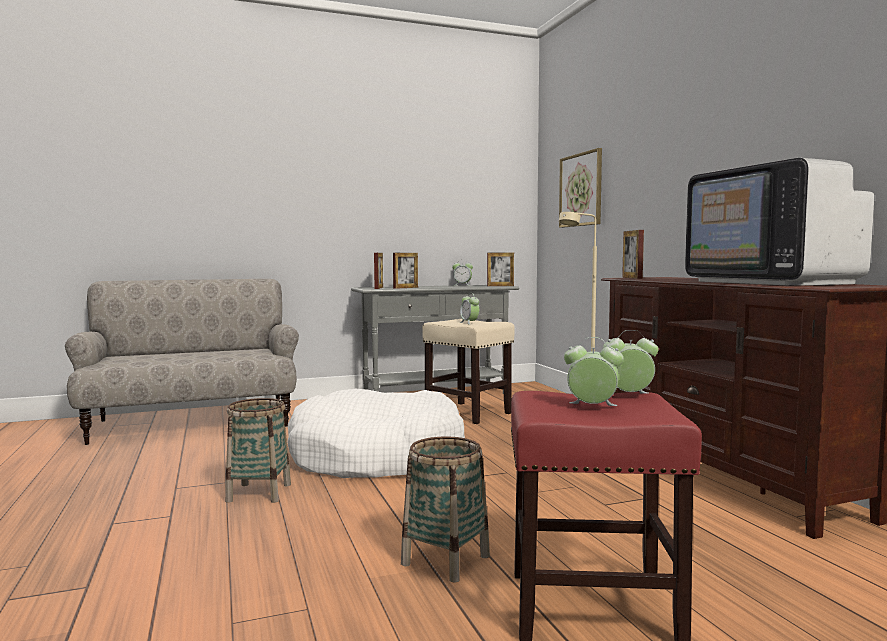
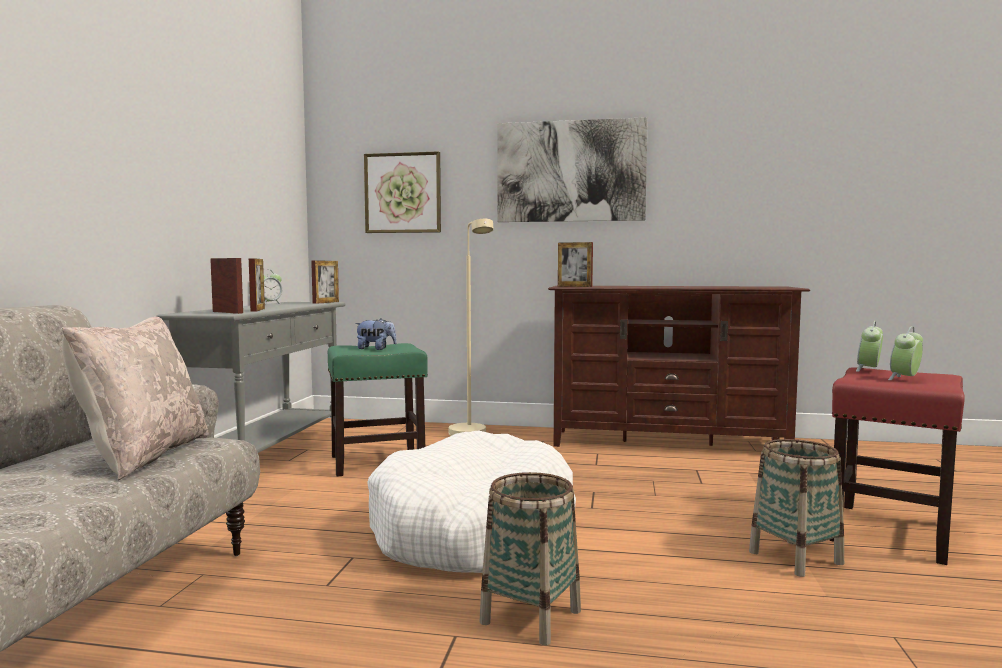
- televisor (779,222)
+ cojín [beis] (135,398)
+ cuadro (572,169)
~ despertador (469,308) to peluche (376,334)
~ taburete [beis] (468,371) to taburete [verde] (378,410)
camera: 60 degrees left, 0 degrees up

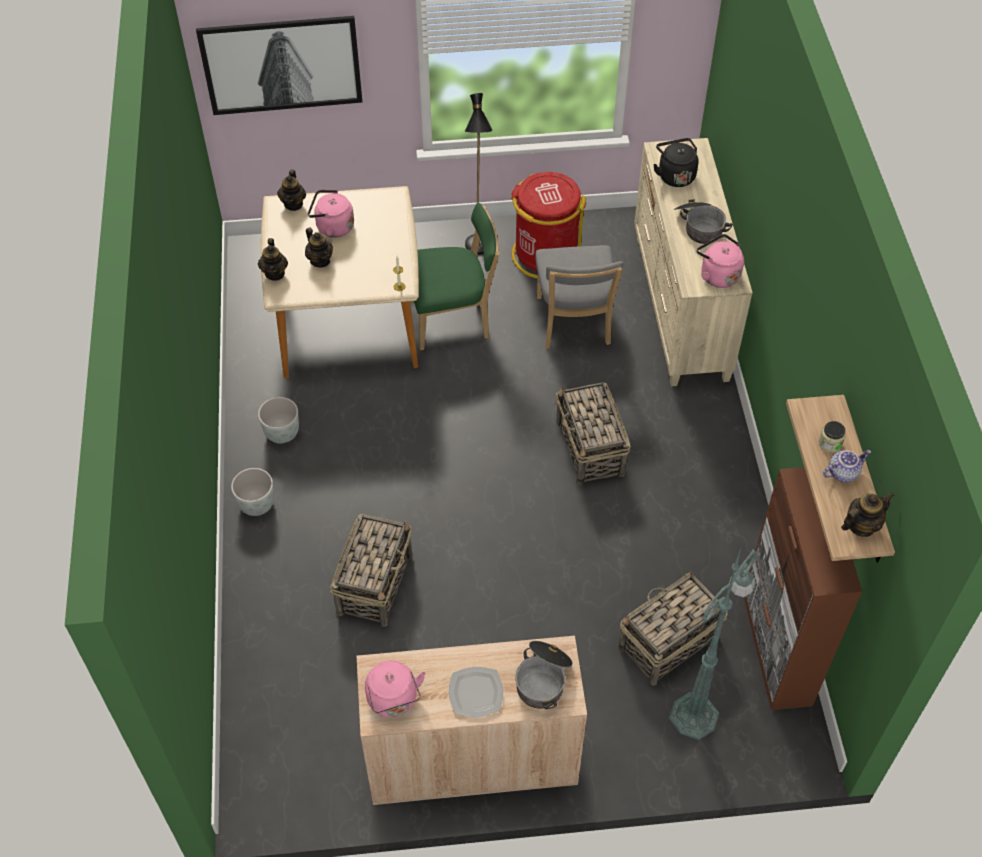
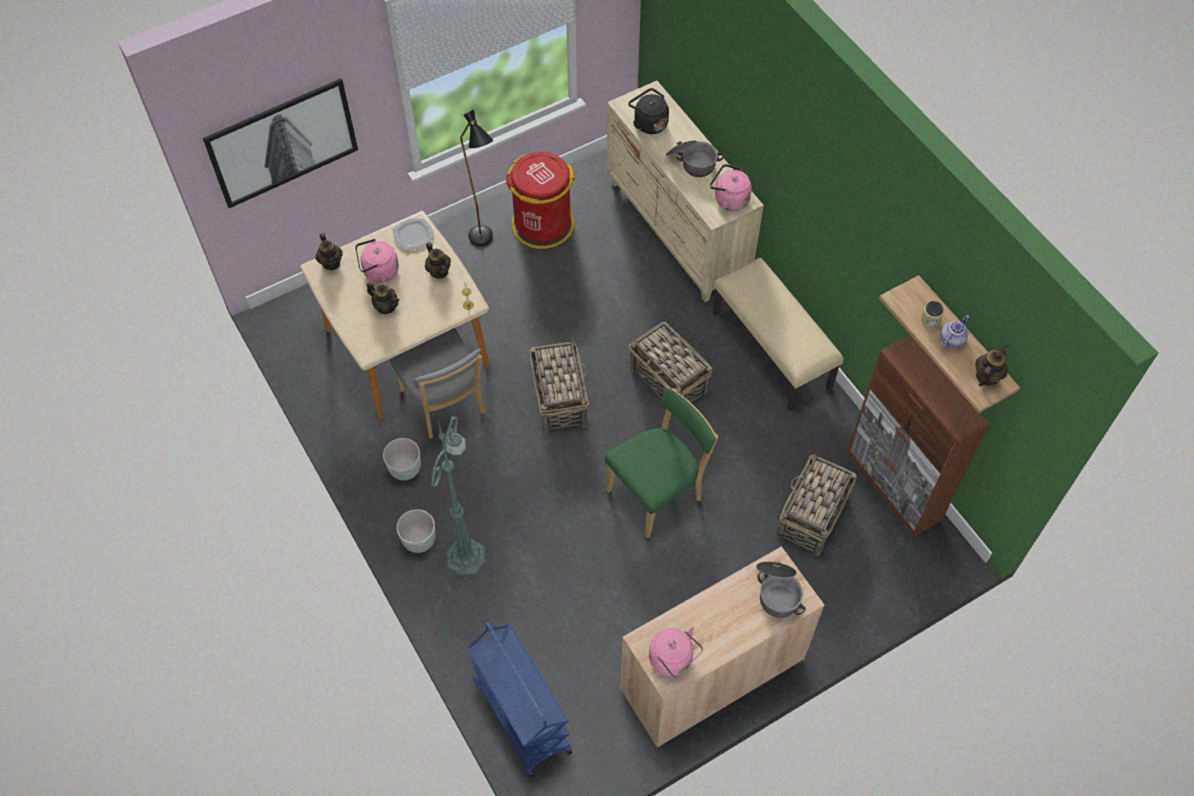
+ carrito [azul] (520,699)
+ banco [beis] (778,334)
~ tetera (273,259) to (438,260)
~ cesta (371,570) to (560,386)
~ silla [verde] (455,276) to (661,463)
~ plato (476,692) to (413,234)
~ silla [gris] (579,297) to (437,383)
~ lámpara de pie [verde] (713,644) to (458,496)
camera: 25 degrees left, 5 degrees up

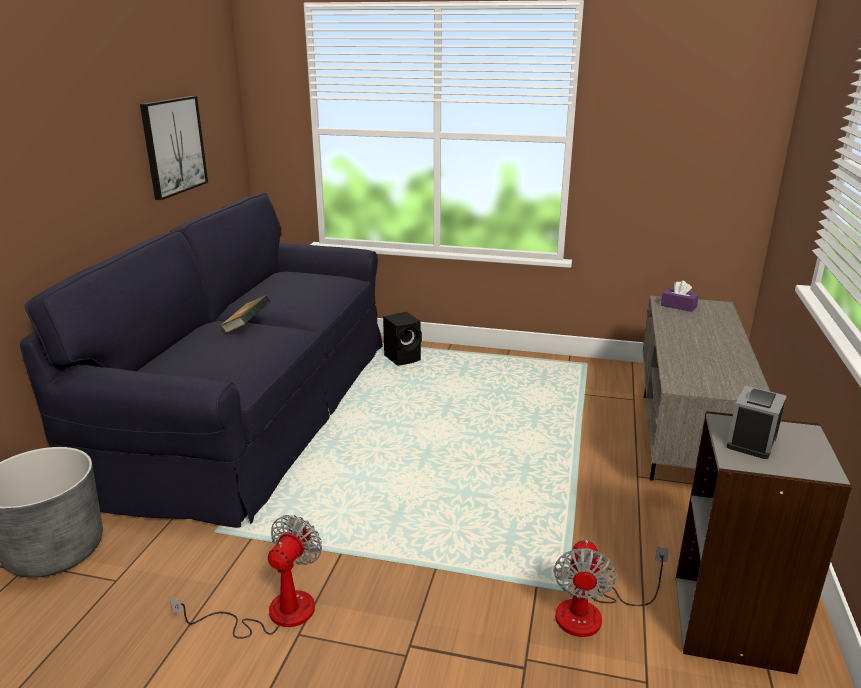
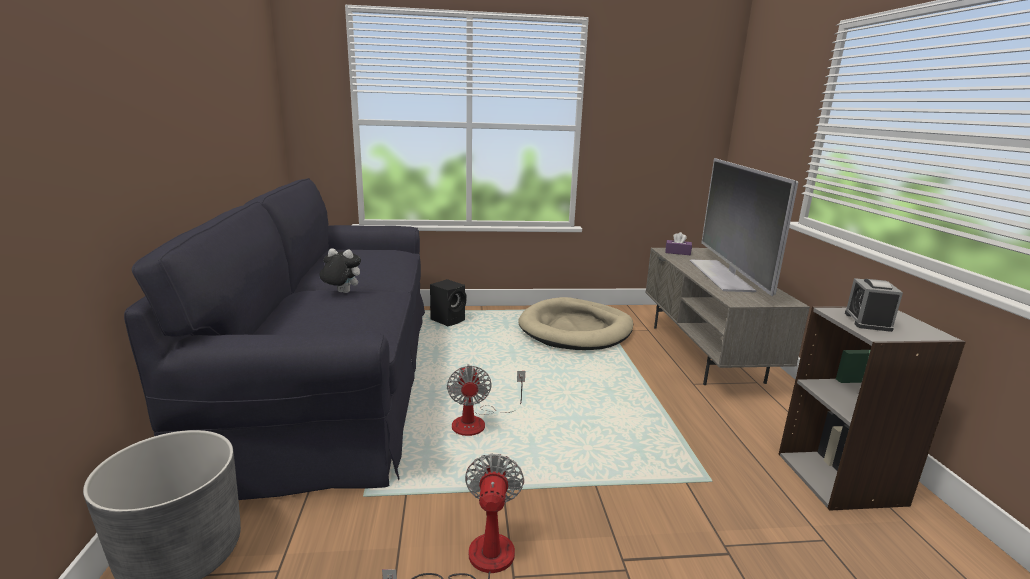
- cuadro (174,148)
+ cama para perro [beis] (575,323)
+ televisor (744,227)
~ ventilador (611,588) to (486,400)
~ libro (245,314) to peluche (340,270)
camera: 20 degrees left, 5 degrees down

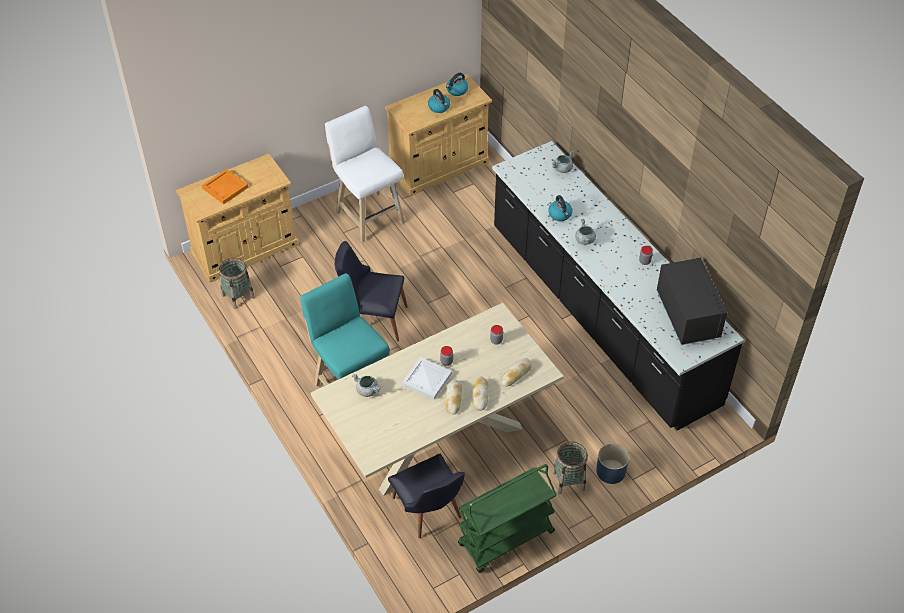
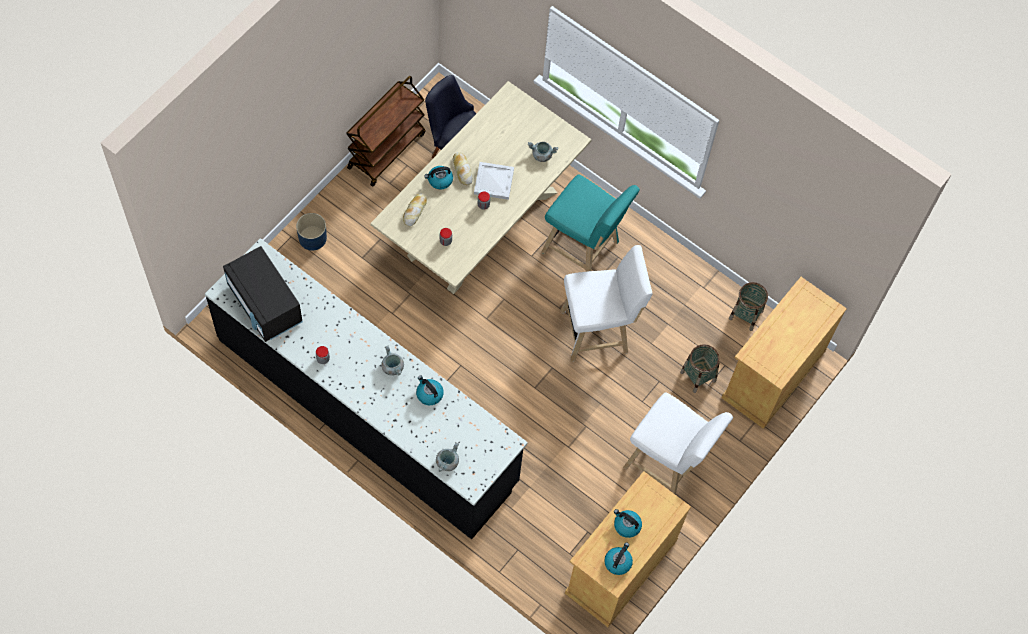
- bandeja [naranja] (225,186)
~ cesta (570,468) to (700,368)
~ silla [negro] (371,291) to taburete [blanco] (606,303)
~ pan (480,394) to hervidor (438,178)
~ carrito [verde] (507,518) to carrito [marrón] (386,131)
camera: 155 degrees right, 15 degrees up

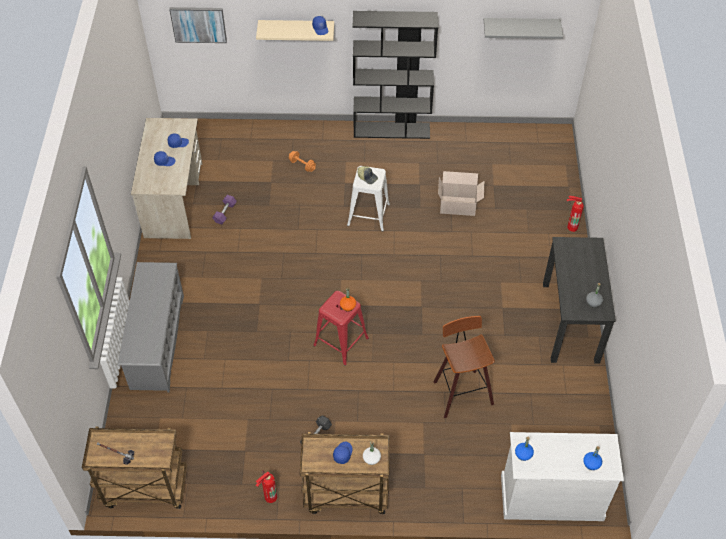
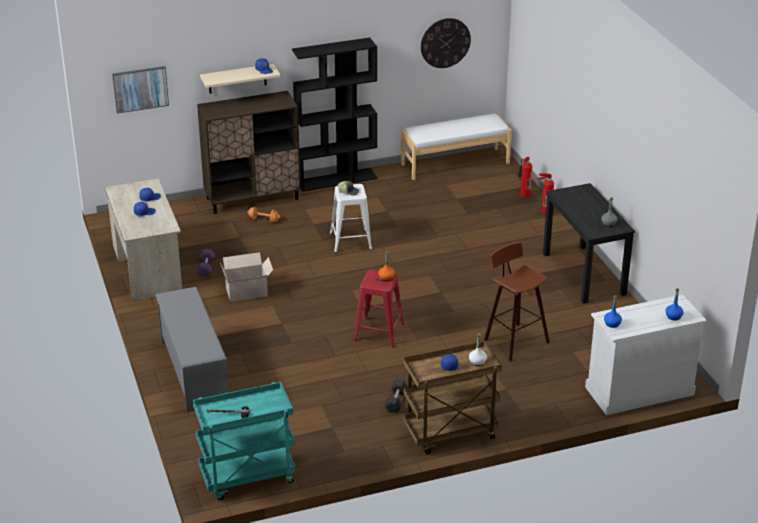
+ armario [marrón] (249,152)
+ banco [blanco] (456,147)
~ extintor (266,486) to (525,177)
~ caja de cartón (461,193) to (246,277)
~ estante [gris] (523,28) to reloj de pared (446,43)
~ carrito [marrón] (134,468) to carrito [turquesa] (244,441)
camera: 20 degrees left, 20 degrees down

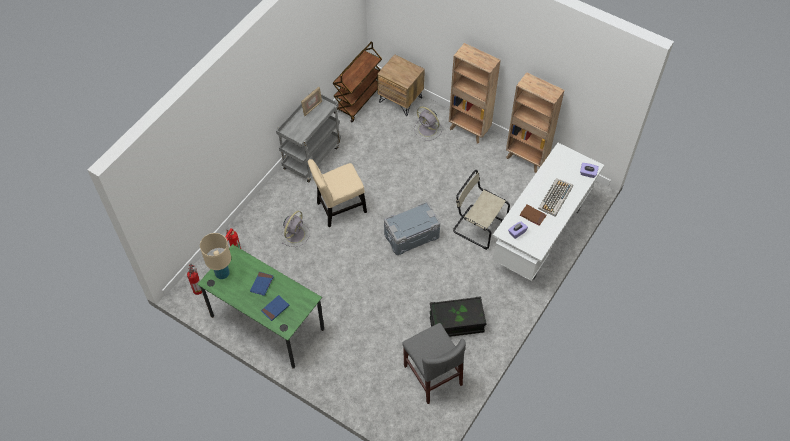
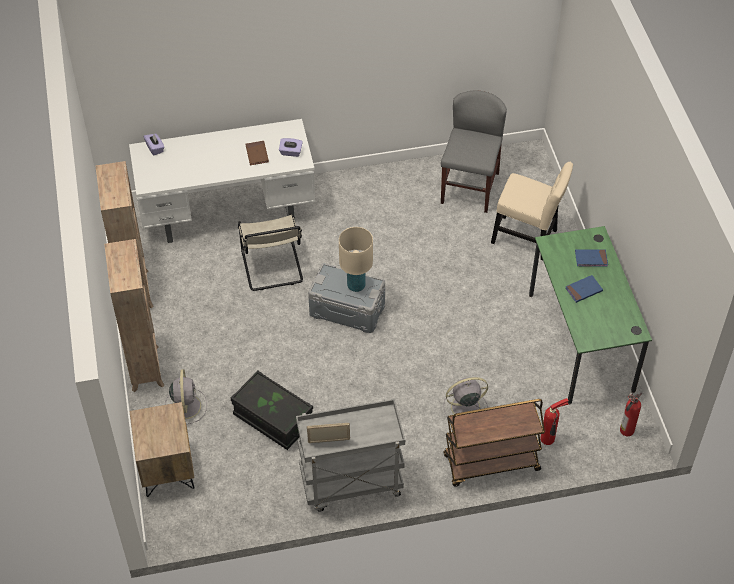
- teclado (555,197)
~ lámpara de mesa [beis] (215,256) to (356,259)
~ silla [beis] (337,193) to (532,211)
~ carrito [marrón] (357,82) to (494,443)
~ caja de almacenaje [negro] (458,316) to (272,410)
camera: 135 degrees left, 5 degrees down

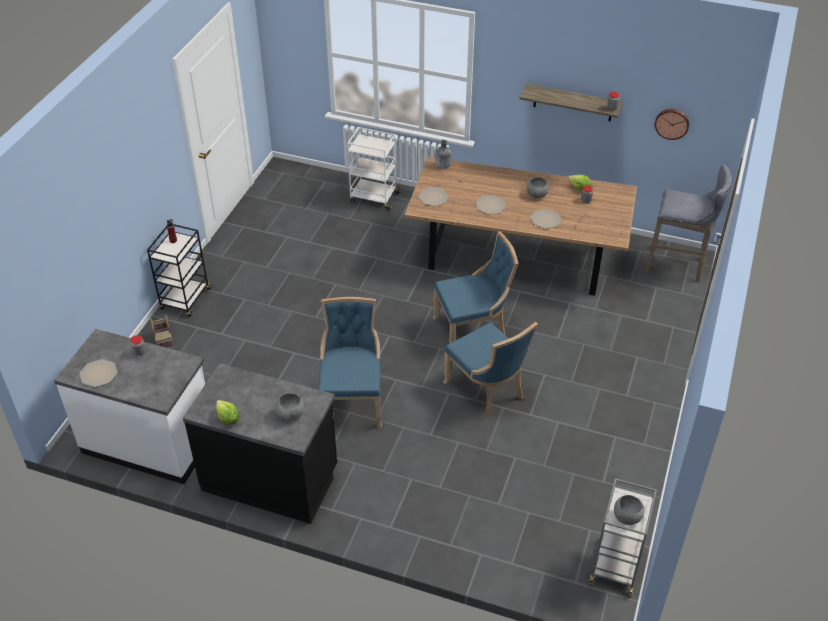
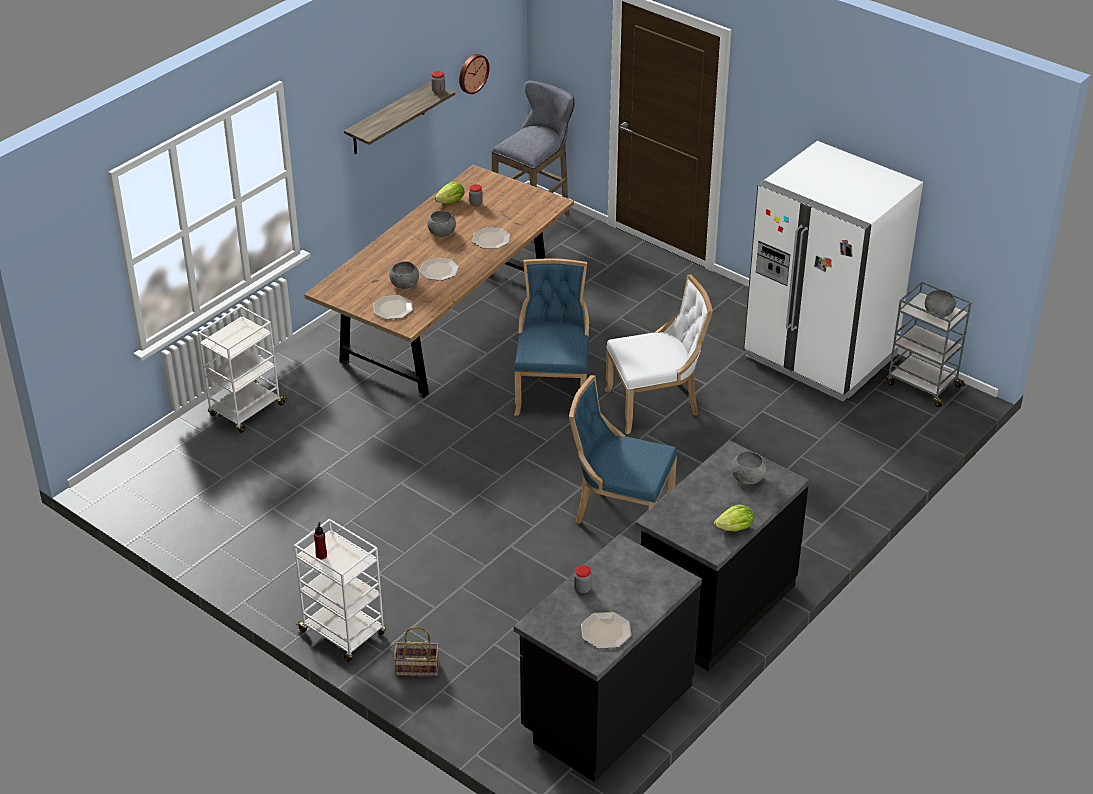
- botella [gris] (443,154)
+ cuenco [gris] (404,275)
+ nevera [blanco] (833,271)
~ mueble bajo de cocina [blanco] (129,406) to mueble bajo de cocina [negro] (608,658)
~ carrito [negro] (179,270) to carrito [blanco] (340,590)
~ silla [azul] (490,370) to silla [blanco] (659,354)
camera: 70 degrees left, 5 degrees down

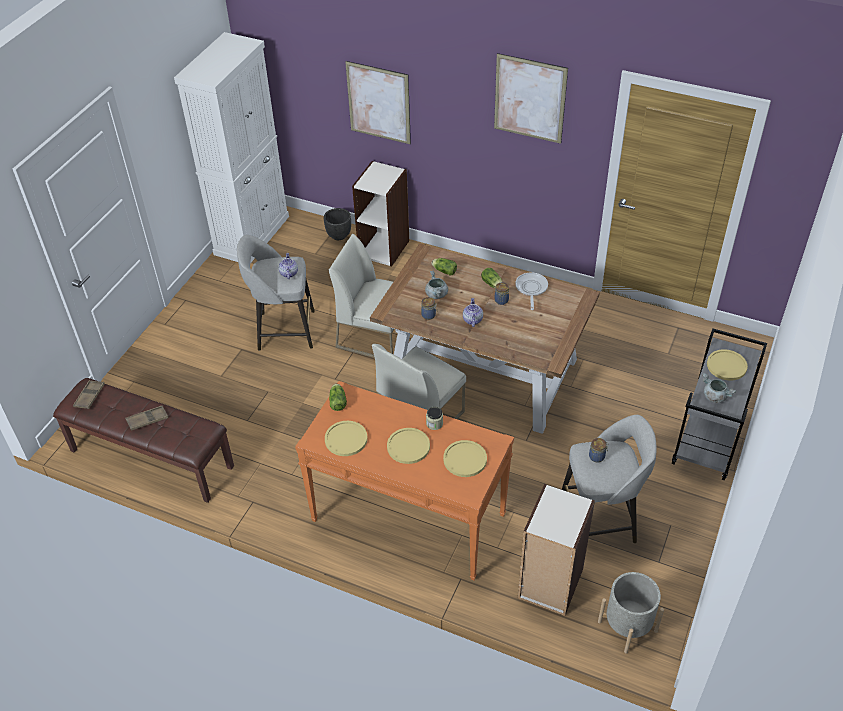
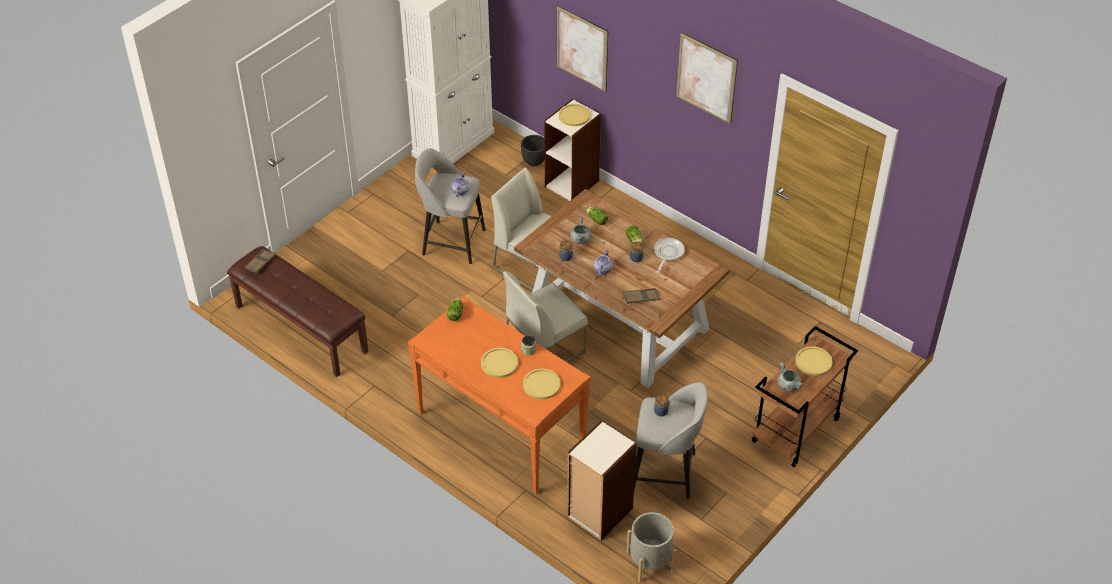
~ bandeja [marrón] (146,418) to (641,296)
~ plato [amarillo] (346,438) to (574,115)
~ carrito [gris] (719,404) to carrito [marrón] (804,396)
camera: 15 degrees right, 0 degrees up

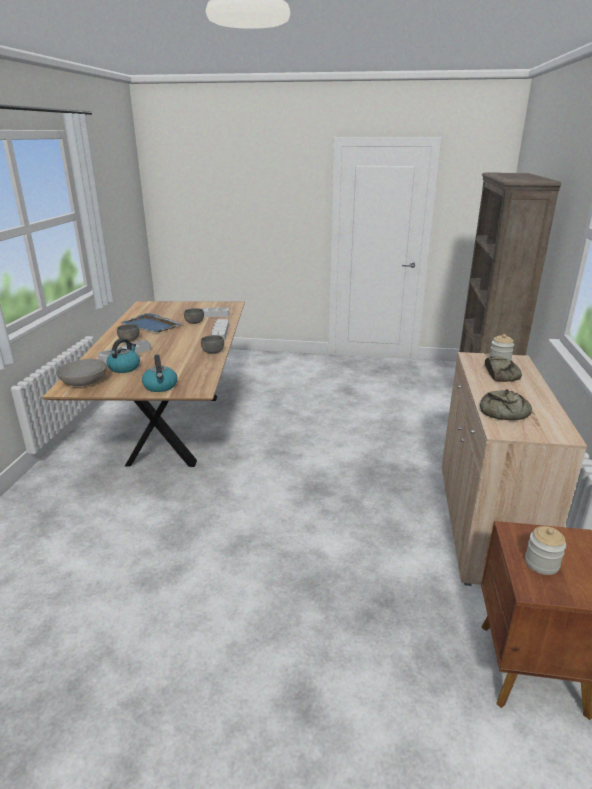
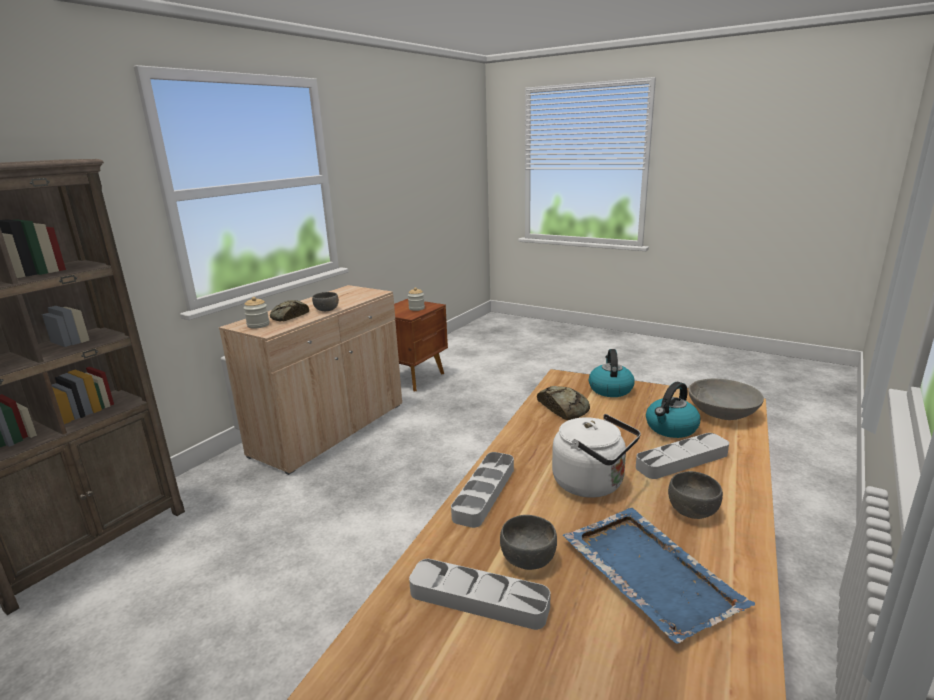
+ hervidor [blanco] (596,456)
~ cuenco [gris] (212,344) to (325,301)
~ pan (506,404) to (563,403)
camera: 155 degrees left, 5 degrees down

